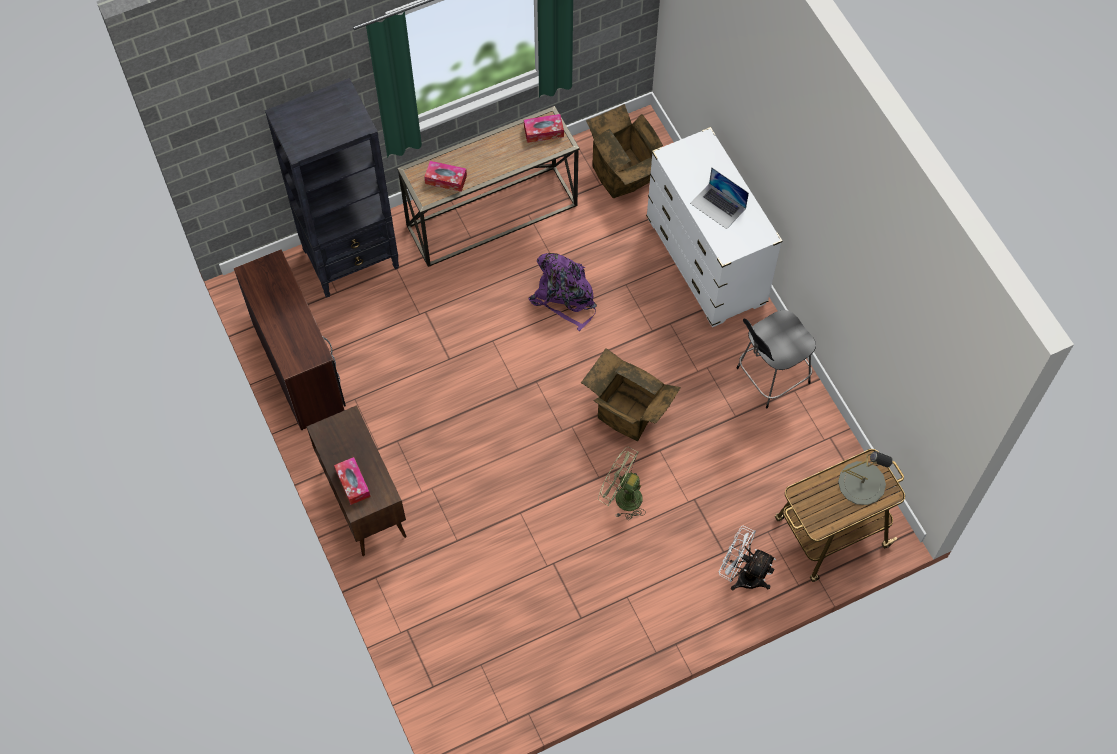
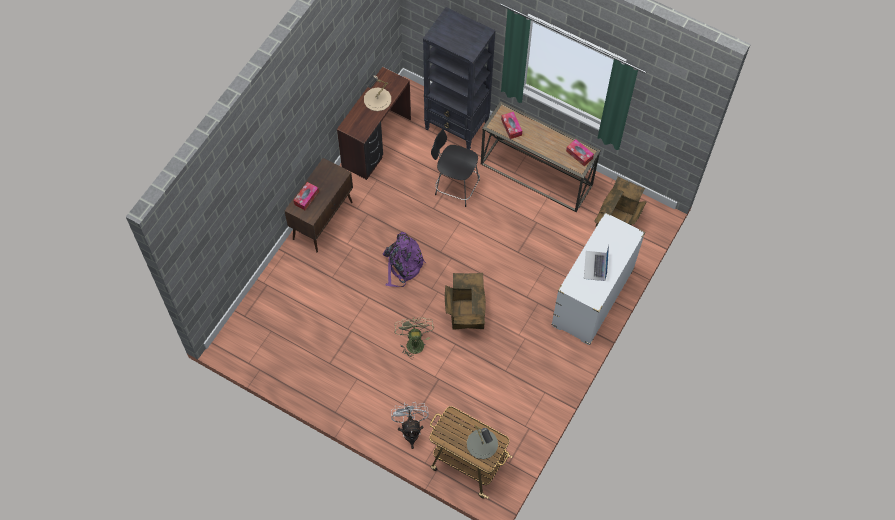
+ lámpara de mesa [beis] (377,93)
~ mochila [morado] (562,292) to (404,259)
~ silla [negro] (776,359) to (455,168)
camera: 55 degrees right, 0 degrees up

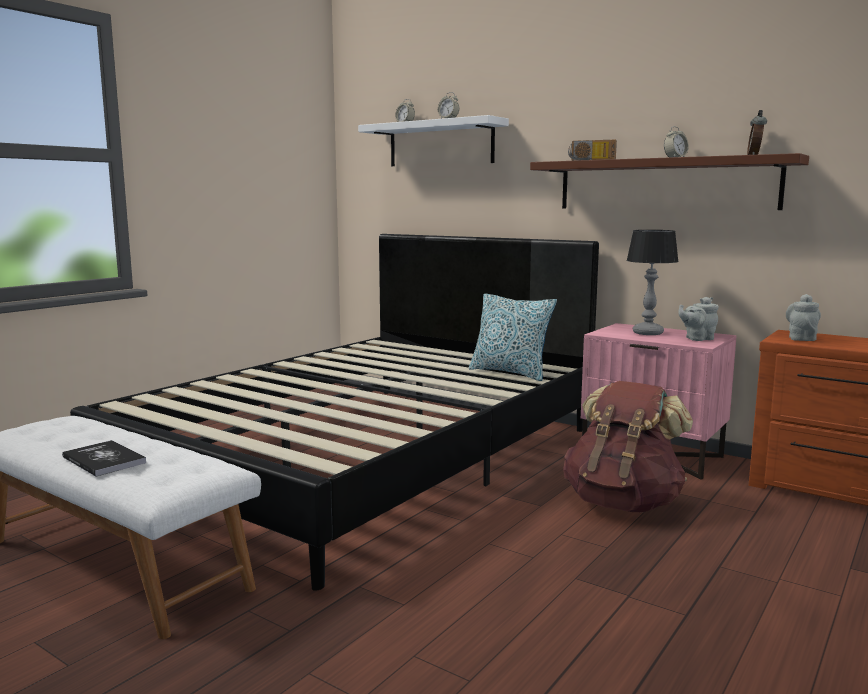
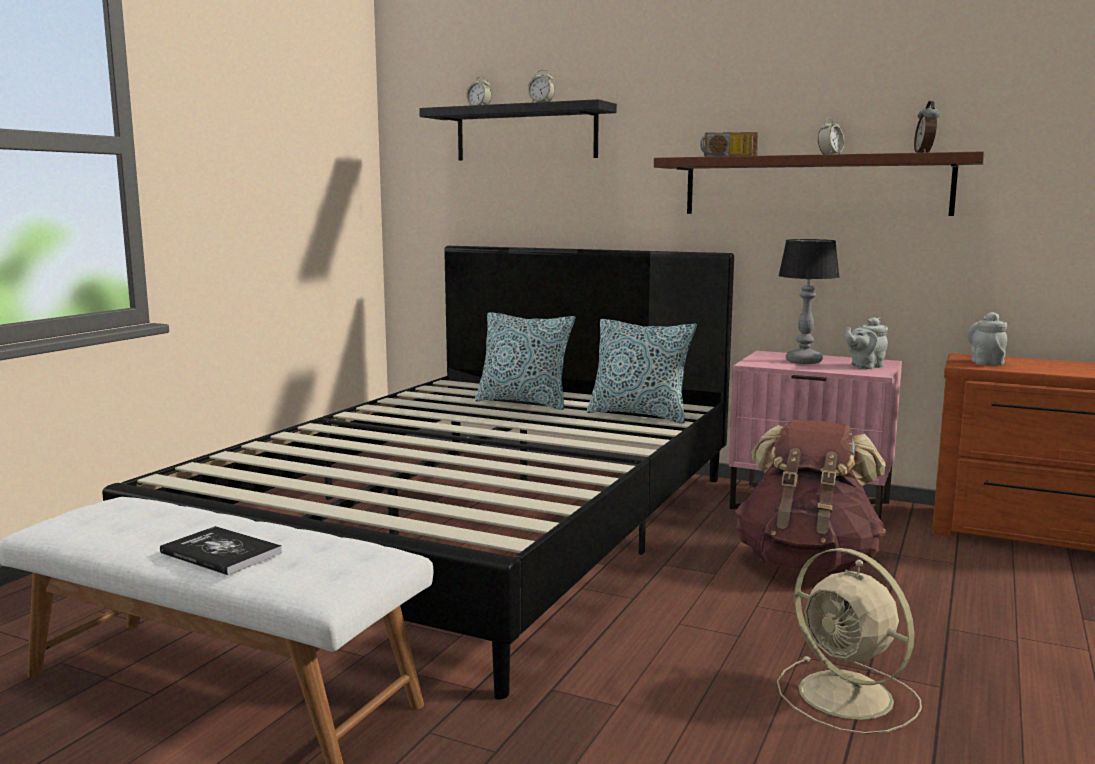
+ cojín (525,361)
+ ventilador [beis] (849,641)
~ estante [blanco] (433,140) to estante [negro] (518,130)
camera: 10 degrees left, 0 degrees up

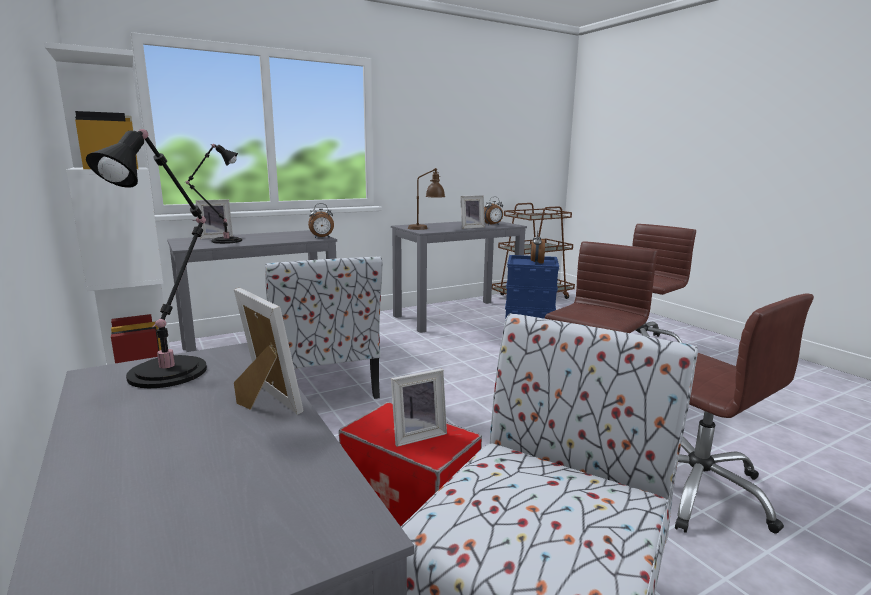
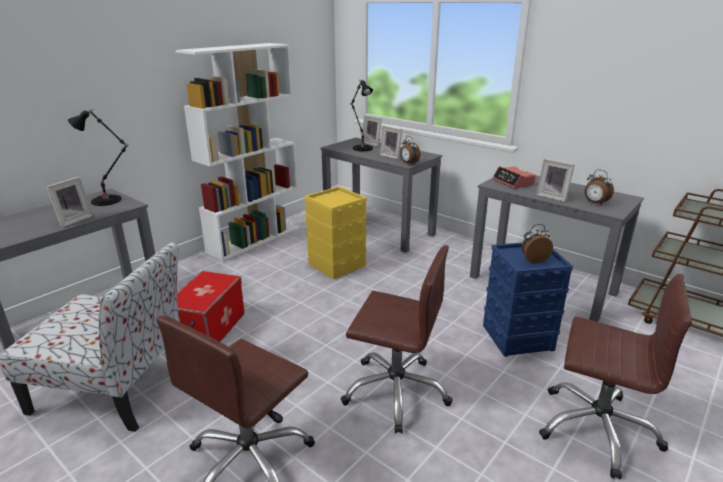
~ portarretratos (419,407) to (390,143)
~ silla (324,327) to caja de almacenaje [amarillo] (335,232)
~ lámpara de mesa [marrón] (426,199) to despertador (514,177)
camera: 70 degrees right, 10 degrees up

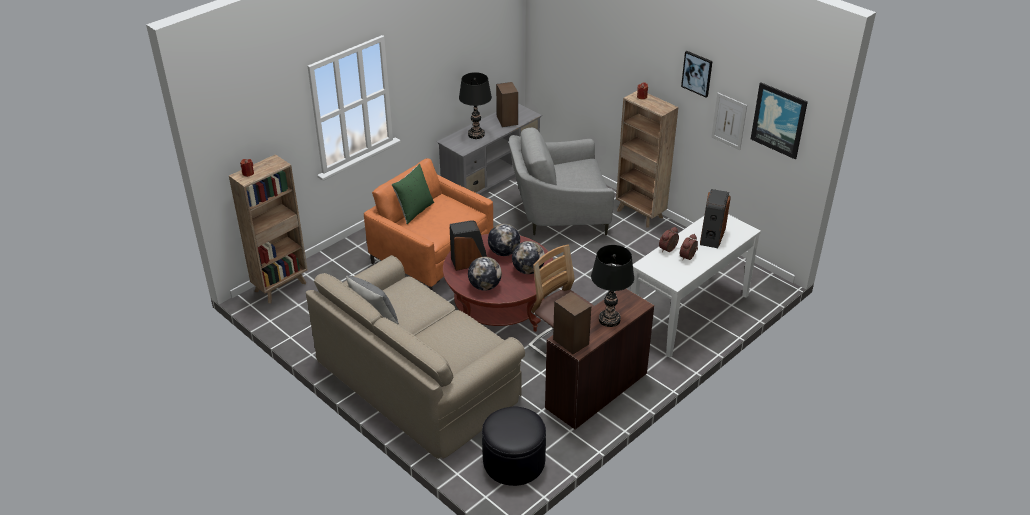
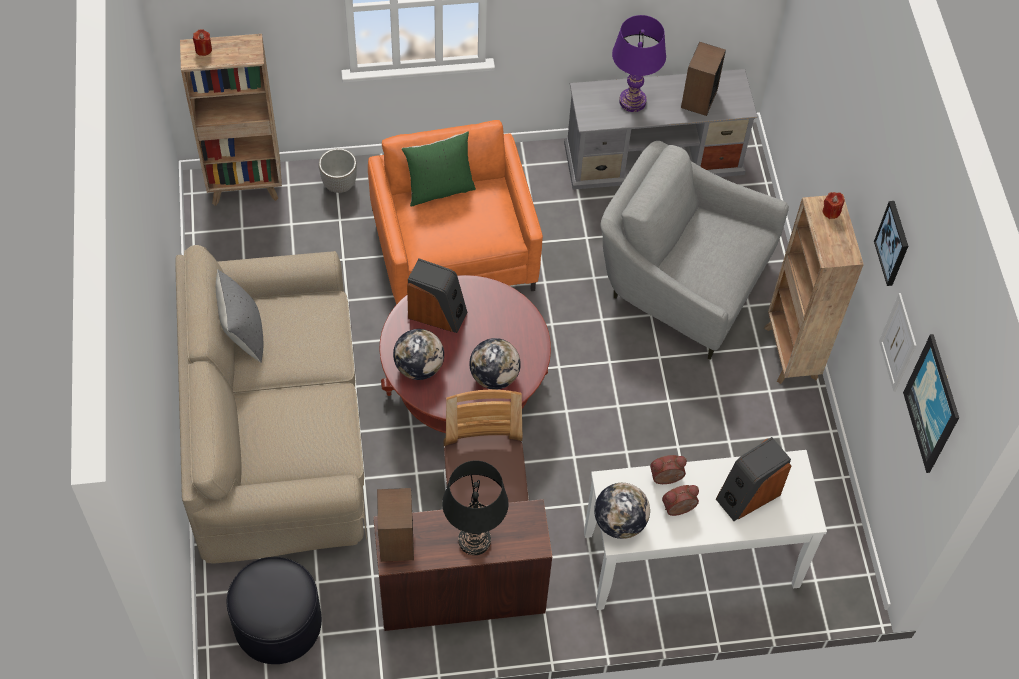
+ maceta (338,170)
~ globo terráqueo (504,240) to (622,511)
~ lámpara de mesa [negro] (475,105) to lámpara de mesa [morado] (639,63)
camera: 35 degrees right, 20 degrees up

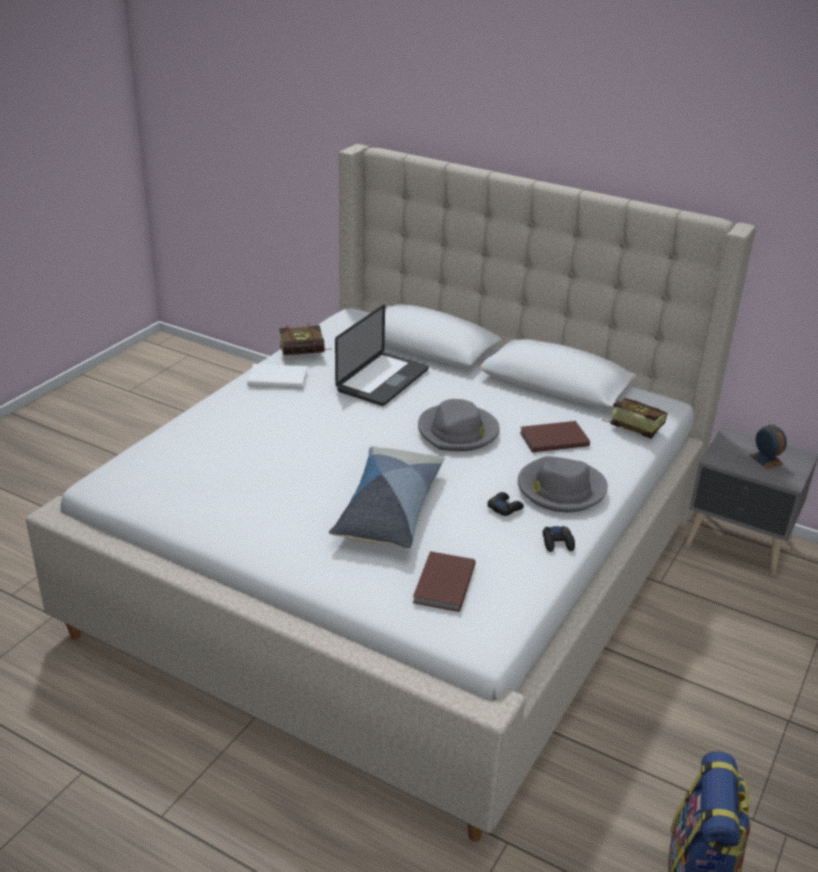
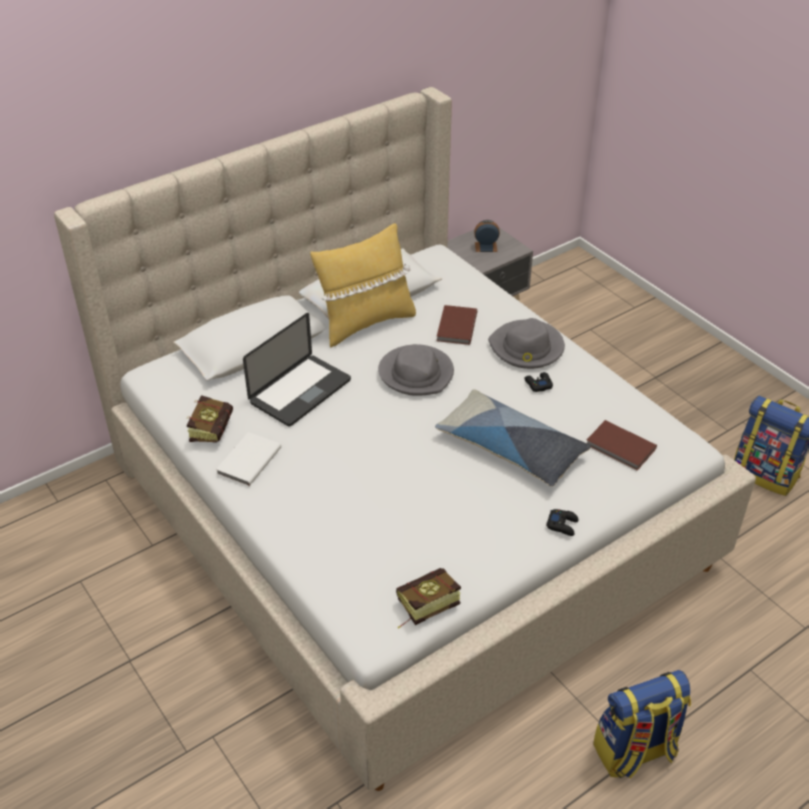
+ cojín [amarillo] (363,285)
+ mochila (642,724)
~ mando de consola [negro] (559,539) to (562,522)
~ libro (634,418) to (428,598)
~ portátil (382,355) = (297,370) 75 degrees clockwise
camera: 65 degrees left, 10 degrees up

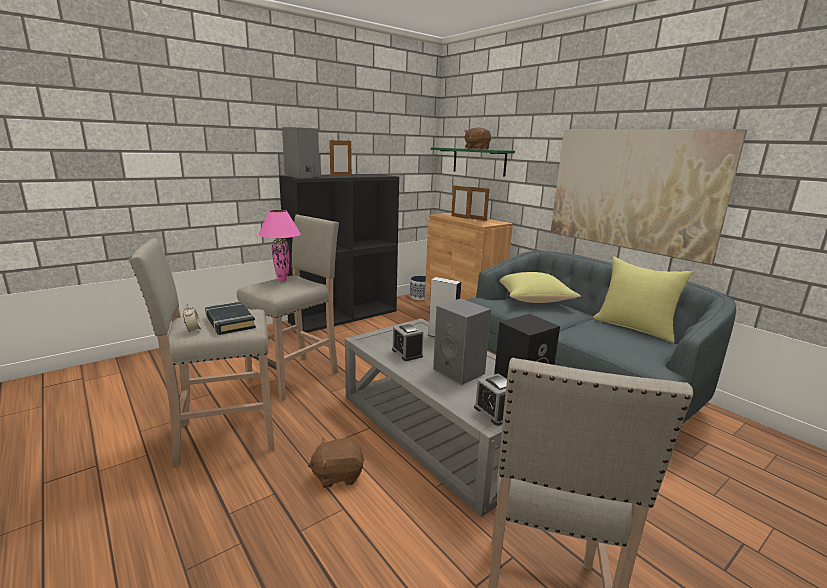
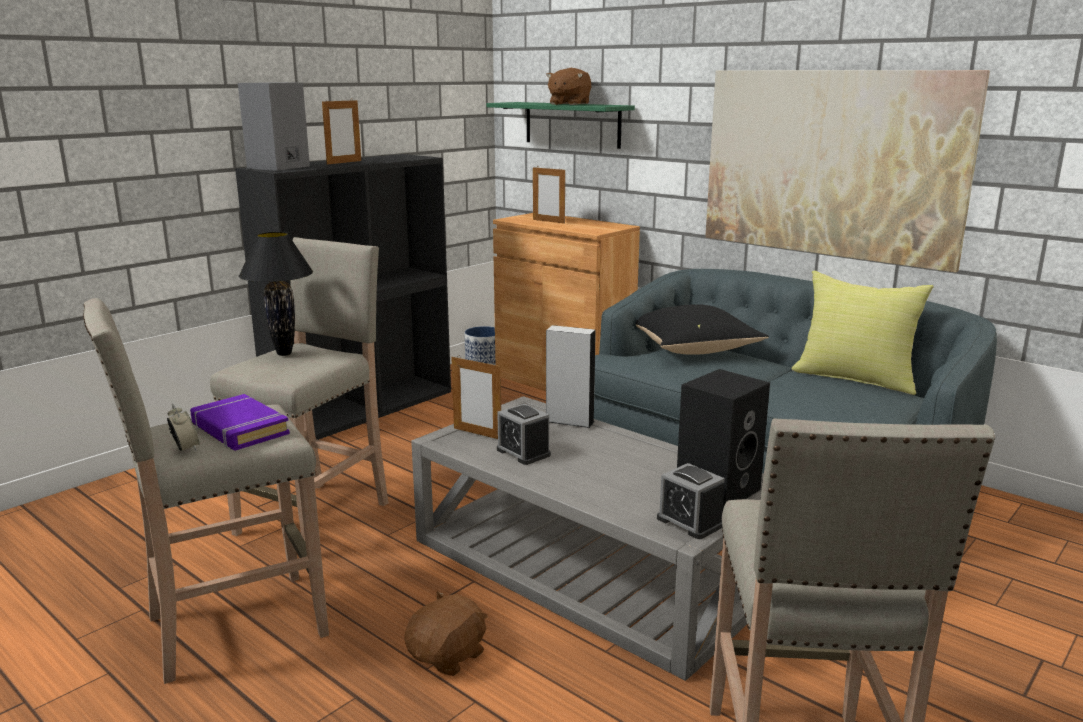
- altavoz [gris] (462,342)
~ portarretratos (479,204) to (476,397)
~ libro [negro] (230,318) to libro [morado] (240,422)
~ lámpara de mesa [rosa] (279,246) to lámpara de mesa [negro] (276,294)
~ cojín [amarillo] (540,287) to cojín [negro] (702,329)
~ peluche [marrón] (336,463) = (446,633) 150 degrees clockwise
camera: 10 degrees left, 0 degrees up

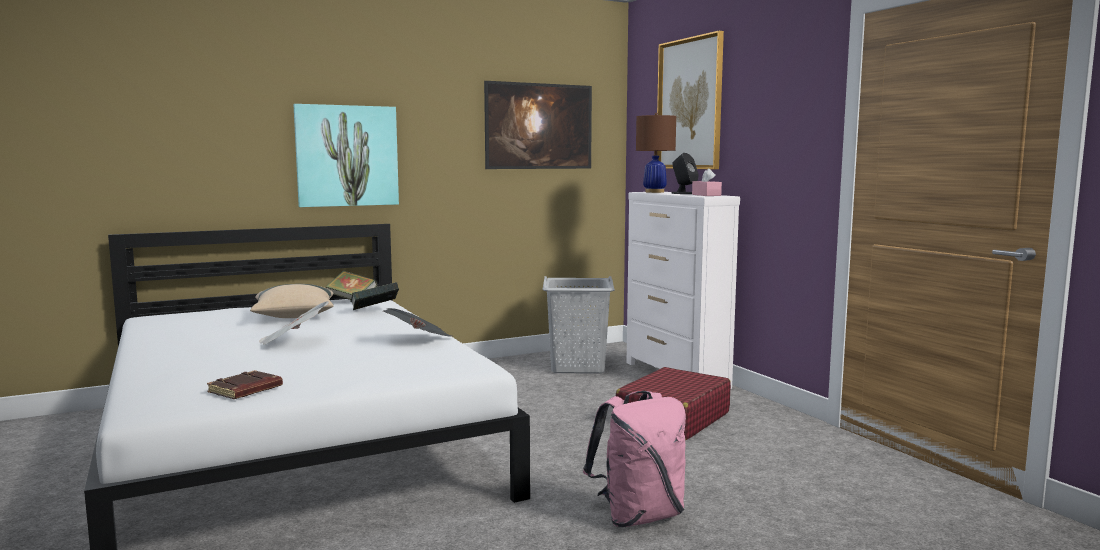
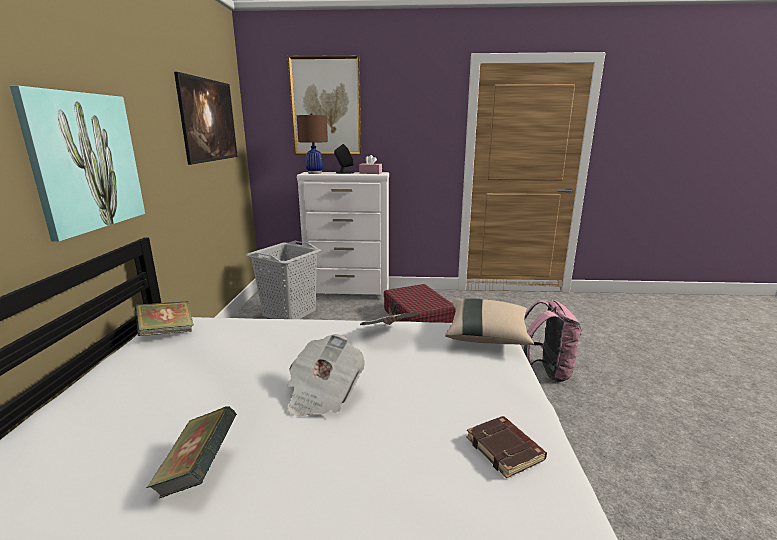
~ cojín [beis] (292,301) to (489,321)
~ libro (374,296) to (192,452)
camera: 60 degrees left, 10 degrees up

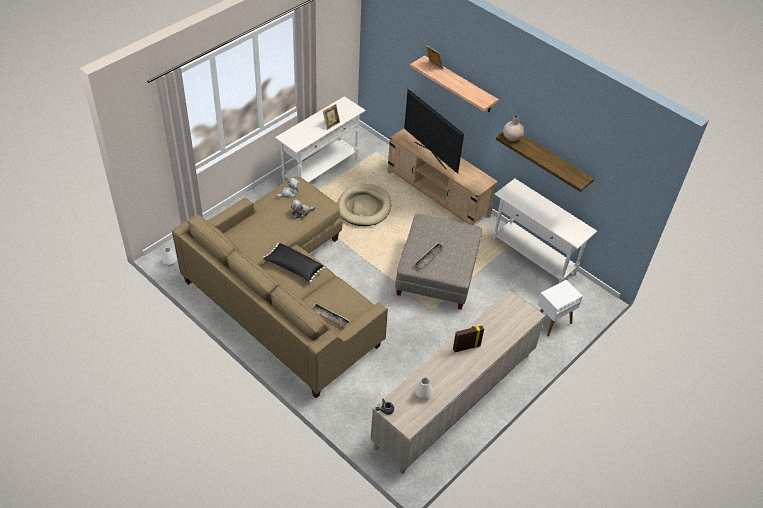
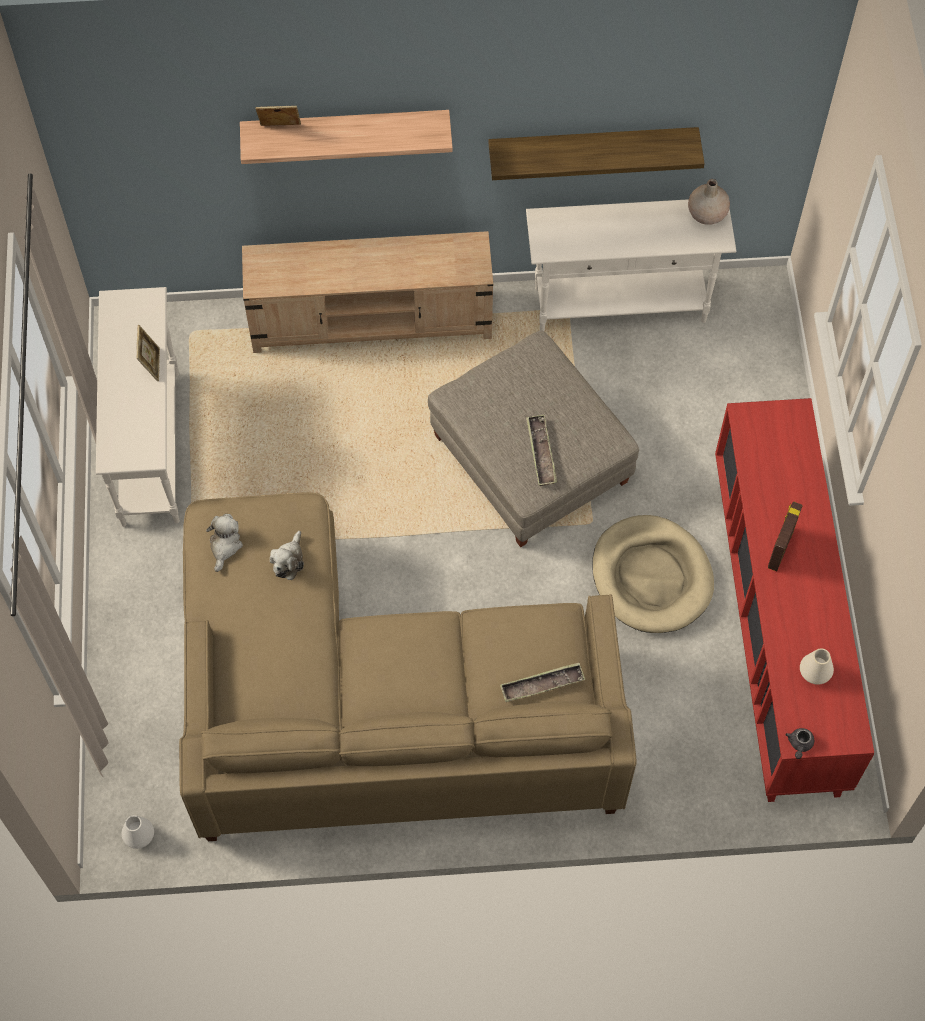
- cojín [negro] (294,262)
- televisor (434,131)
- mesa auxiliar [blanco] (560,308)
~ cama para perro [beis] (364,205) to (653,574)
~ florero [beis] (513,128) to (709,202)
~ armario [beis] (458,382) to armario [rojo] (794,600)
camera: 45 degrees left, 15 degrees up

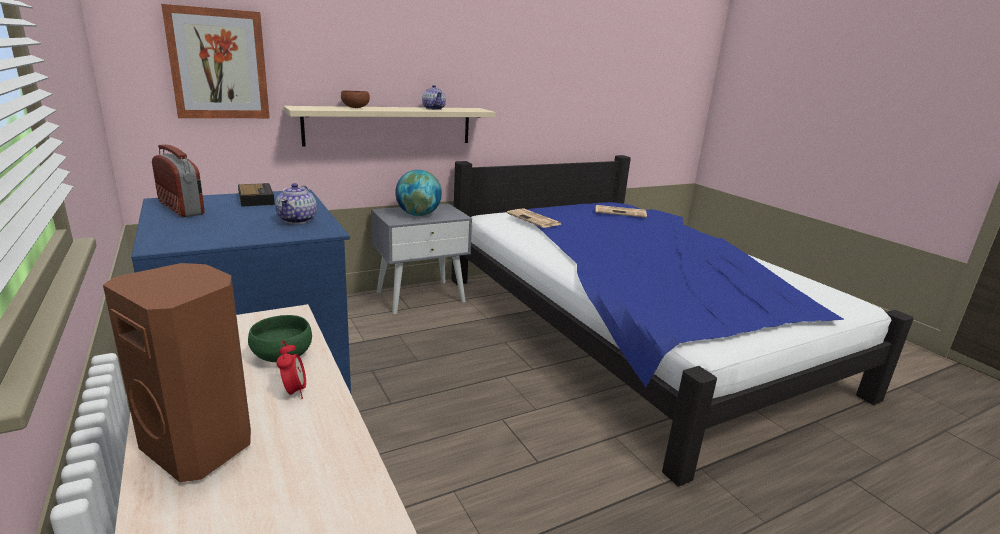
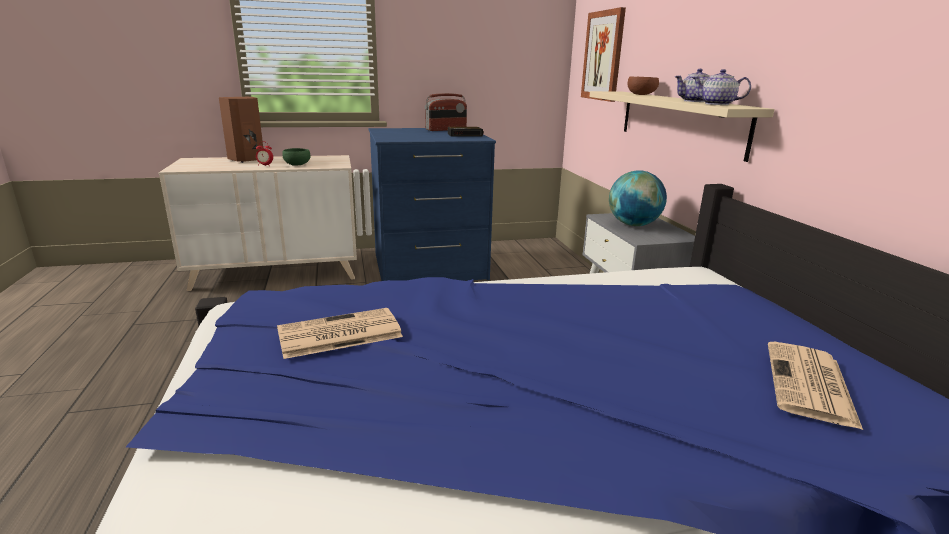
~ tetera (296,203) to (721,87)
~ periódico (534,218) to (340,333)
camera: 105 degrees right, 0 degrees up

